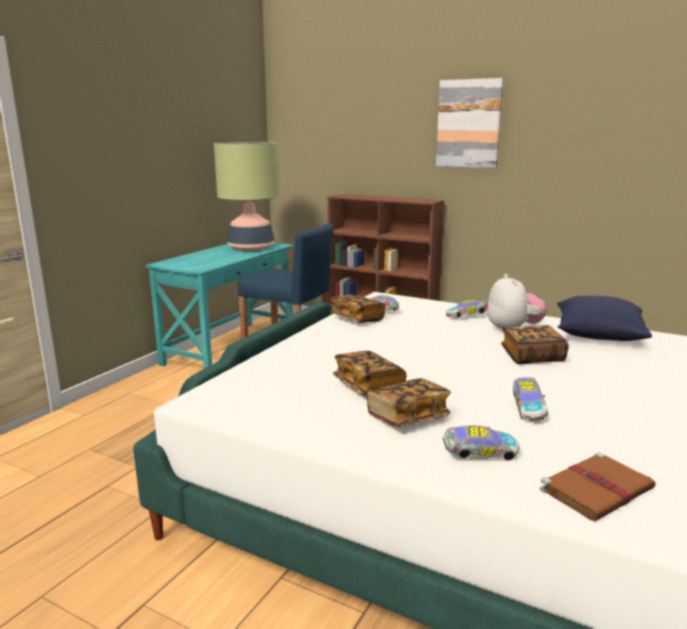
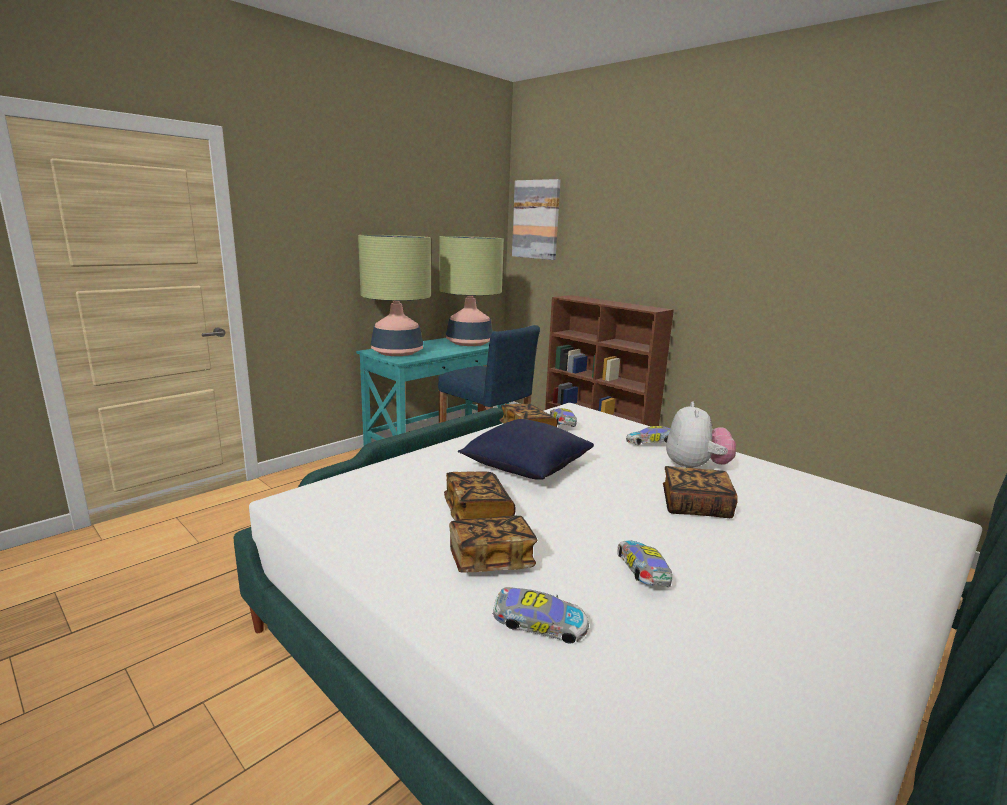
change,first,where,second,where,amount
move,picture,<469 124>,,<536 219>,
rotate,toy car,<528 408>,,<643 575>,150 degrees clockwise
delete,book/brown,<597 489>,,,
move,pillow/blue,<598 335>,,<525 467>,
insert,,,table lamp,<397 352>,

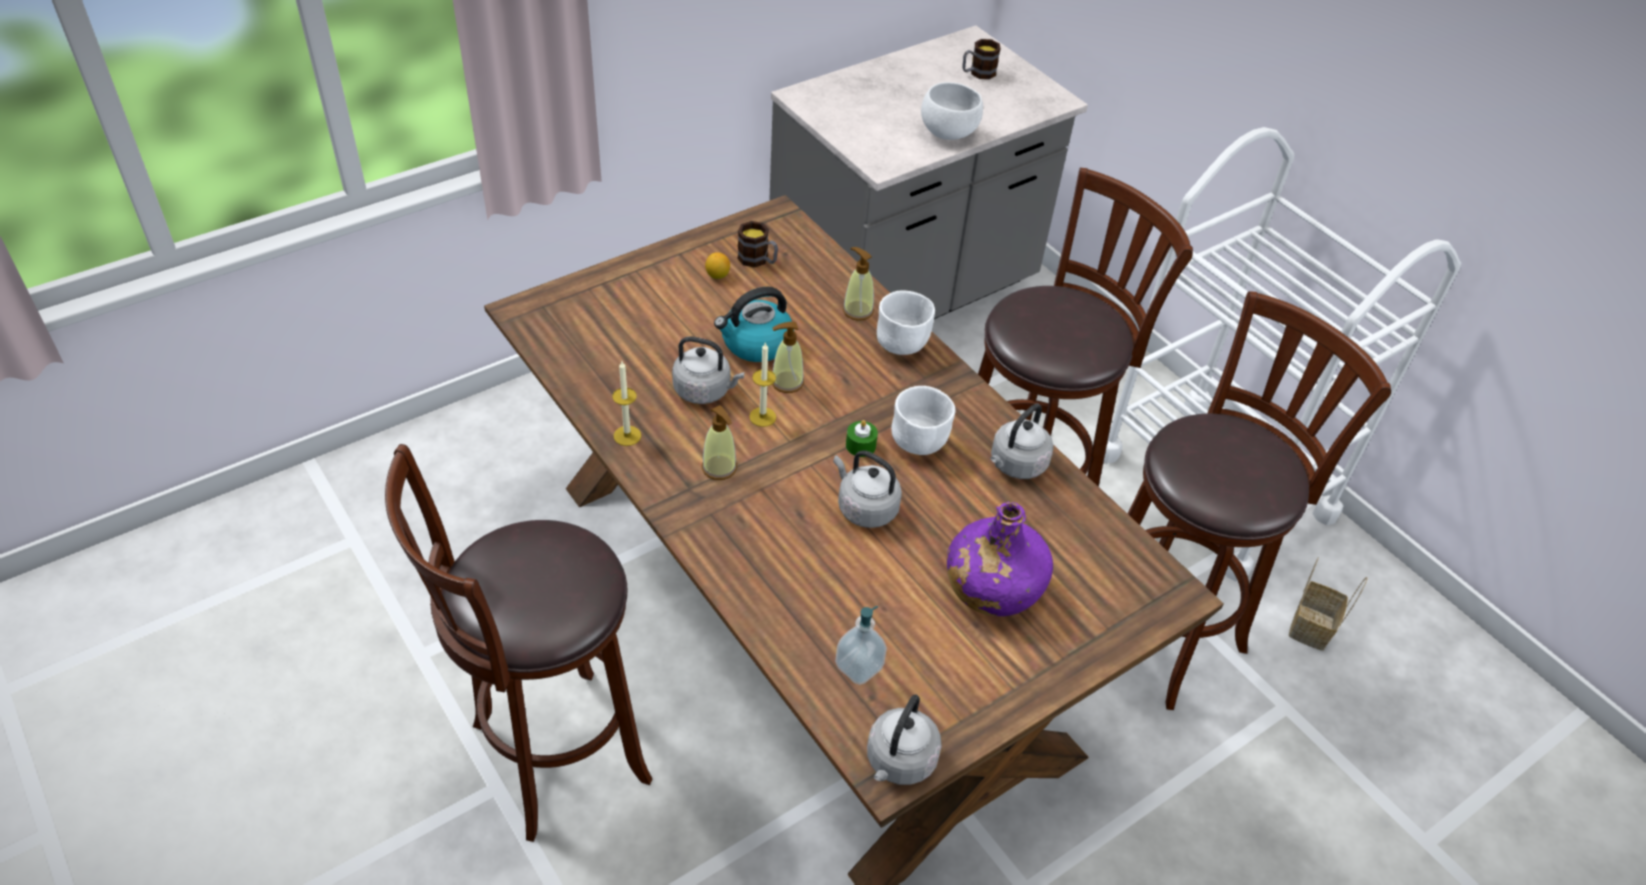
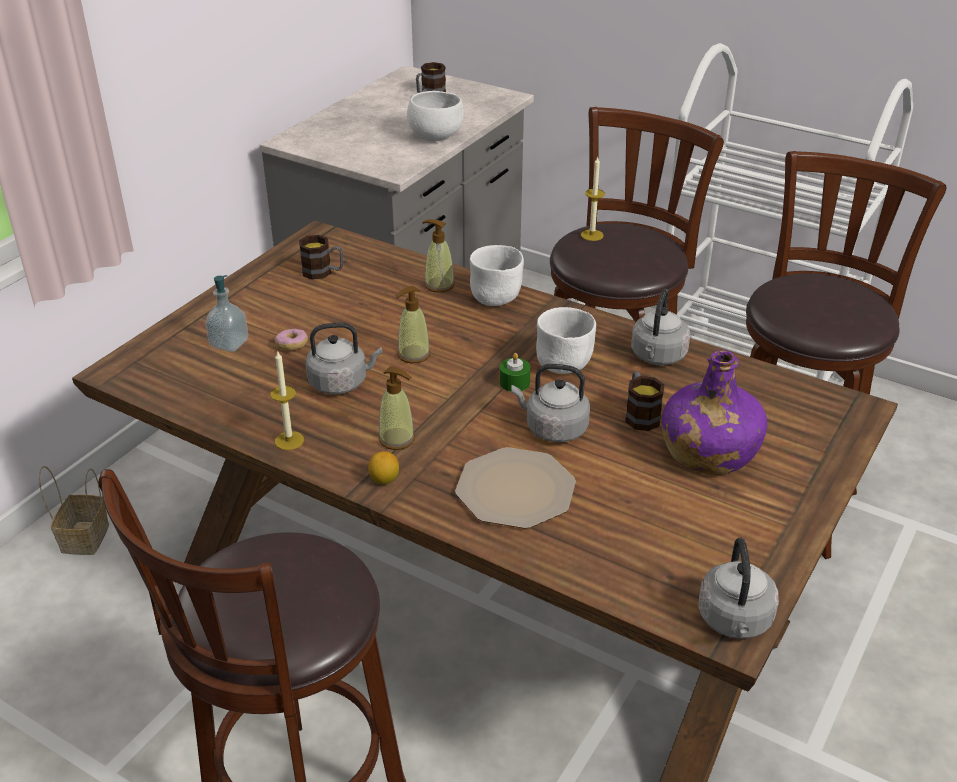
change,first,where,second,where,amount
move,lemon,<717 275>,,<384 480>,
delete,kettle,<756 343>,,,
move,candle,<762 417>,,<592 235>,
move,soap dispenser,<859 667>,,<229 343>,
move,basket,<1310 625>,,<84 536>,
insert,,,donut,<292 345>,
insert,,,plate,<514 489>,
insert,,,mug,<640 414>,

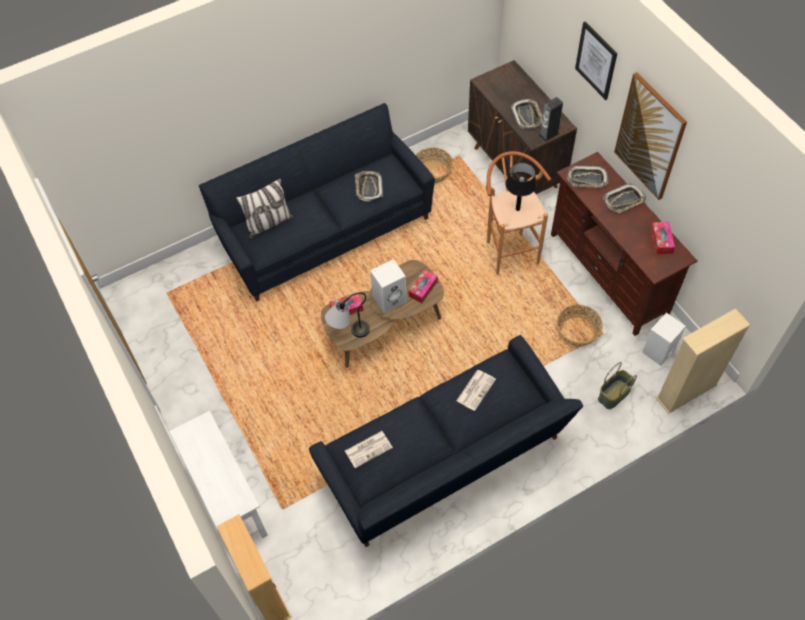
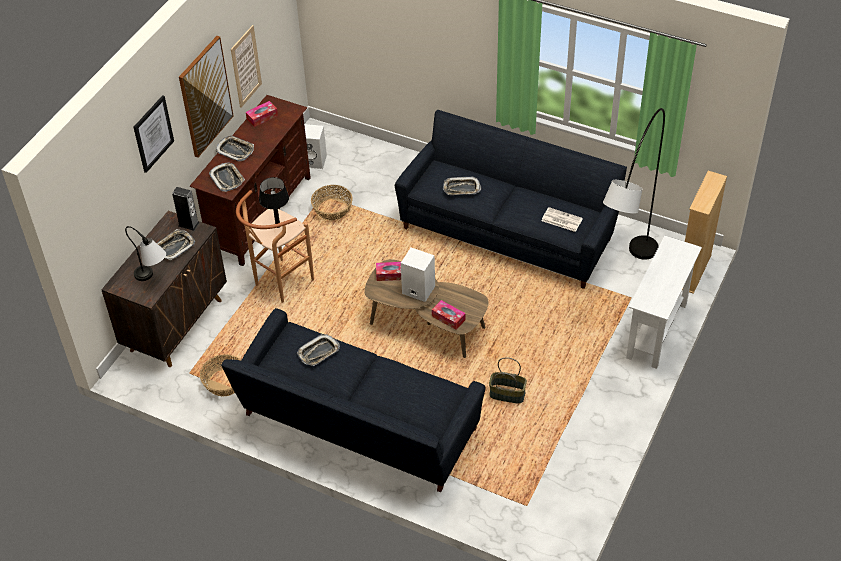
change,first,where,second,where,amount
delete,pillow,<269 223>,,,
move,table lamp,<348 333>,,<153 279>,
replace,newspaper,<476 389>,tray,<461 189>,
move,basket,<614 395>,,<507 394>,
delete,bookcase/beige,<686 392>,,,
insert,,,picture,<246 66>,
insert,,,floor lamp/grey,<624 286>,

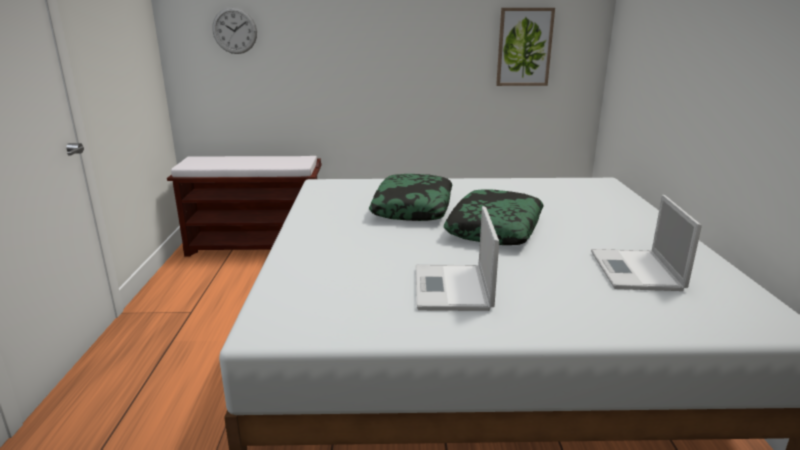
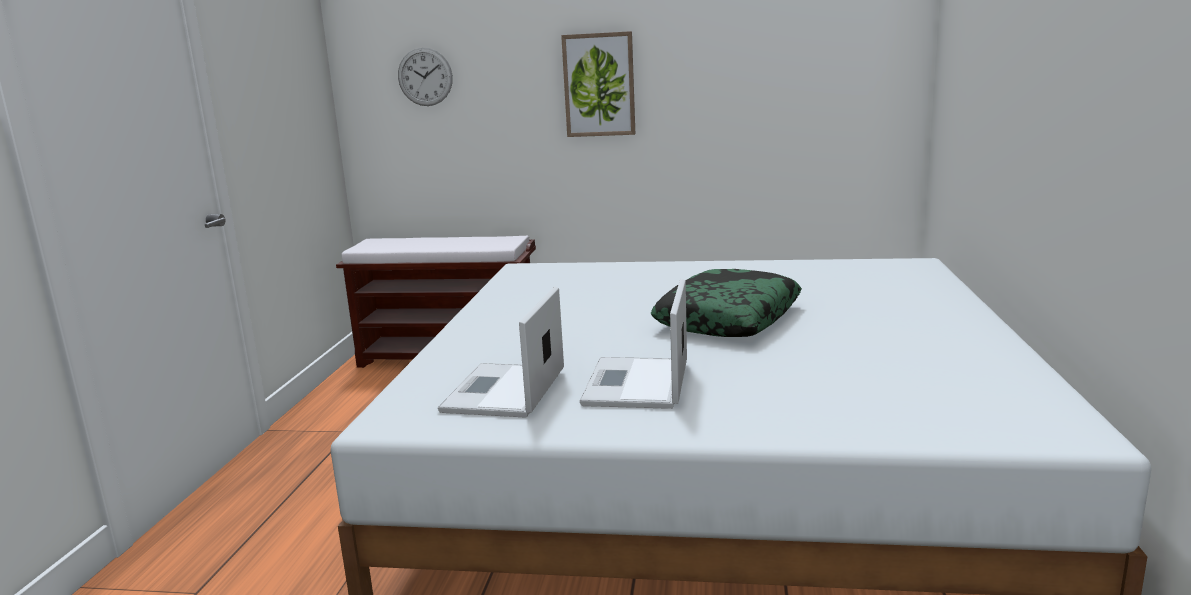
change,first,where,second,where,amount
delete,pillow,<413 208>,,,
move,picture,<524 47>,,<599 85>,
move,laptop,<636 271>,,<504 392>,

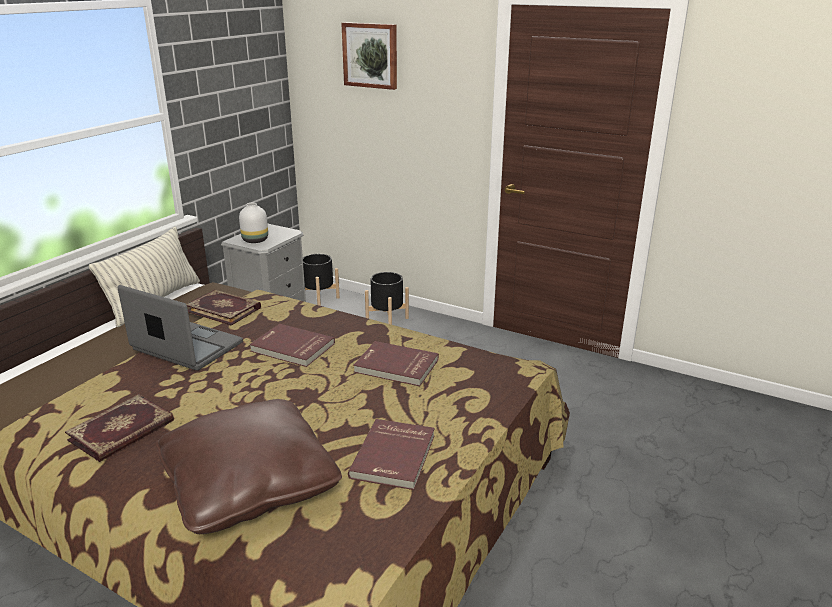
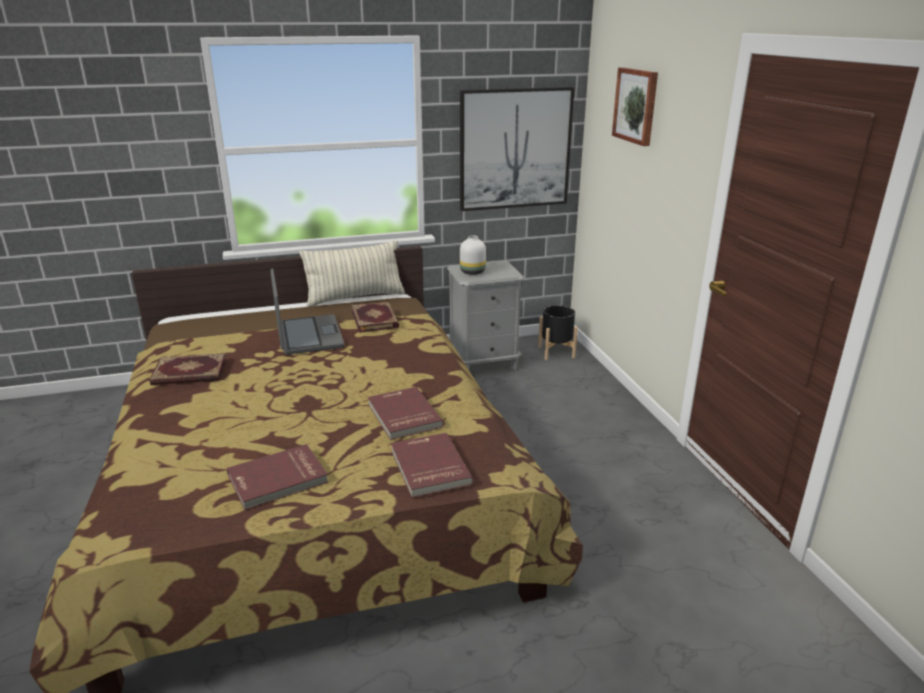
change,first,where,second,where,amount
delete,pillow/brown,<249 484>,,,
move,book/red,<292 348>,,<428 467>,
delete,planter/black,<387 319>,,,
insert,,,picture,<515 149>,

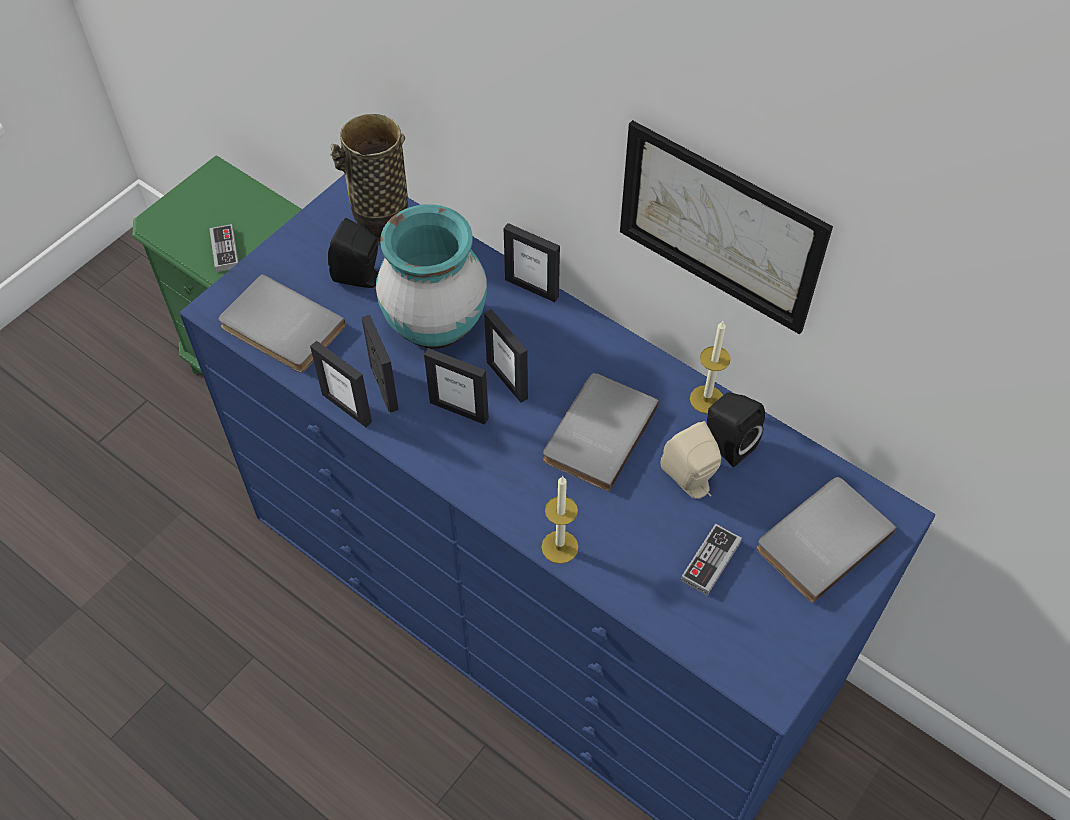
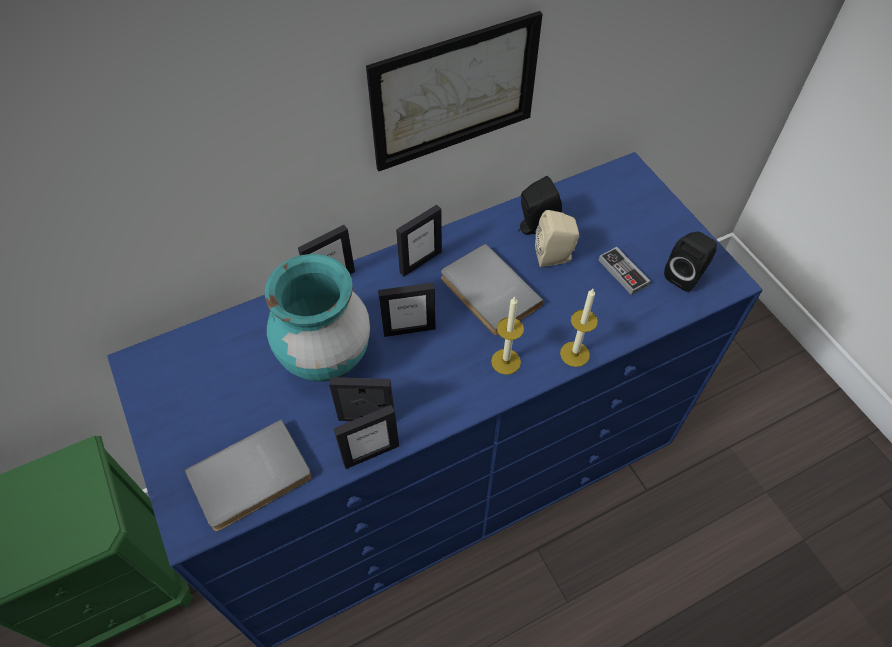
change,first,where,second,where,amount
delete,game controller,<225 250>,,,
move,speaker/black,<360 277>,,<685 275>,
delete,vase,<381 227>,,,
move,picture frame,<459 410>,,<420 262>,
move,candle,<706 399>,,<506 361>,
delete,book/grey,<820 538>,,,

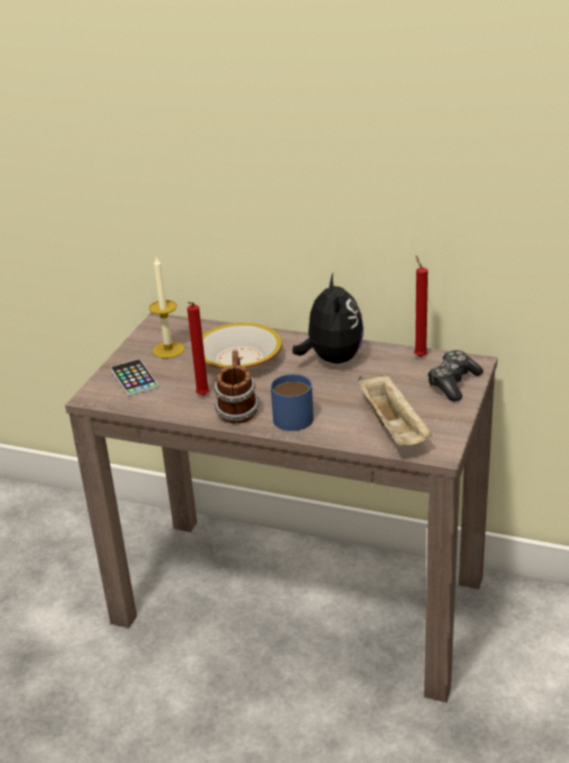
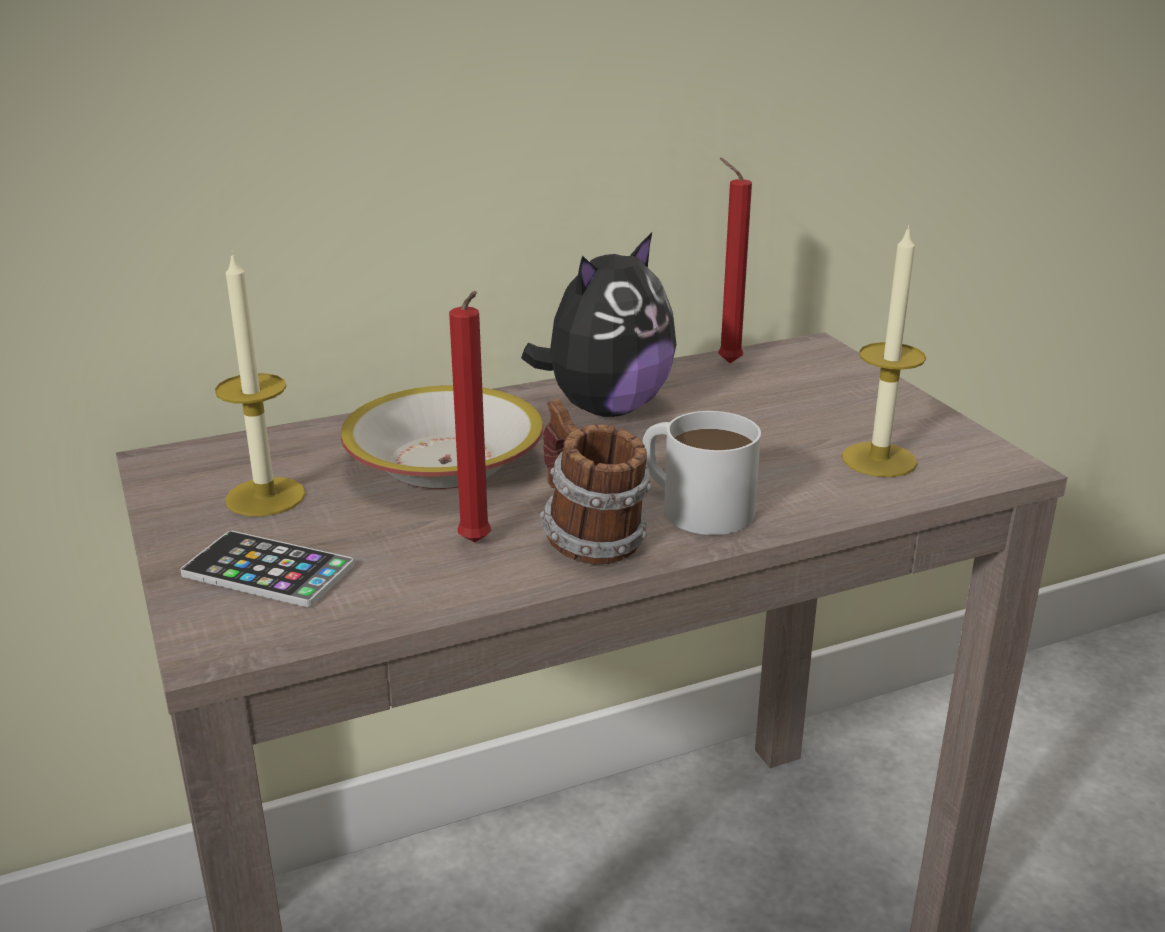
change,first,where,second,where,amount
recolor,mug/blue,<292 414>,mug/white,<693 505>,
rotate,plush toy,<332 359>,,<605 408>,90 degrees clockwise
replace,tray/beige,<394 427>,candle,<879 460>,
delete,game controller,<453 383>,,,

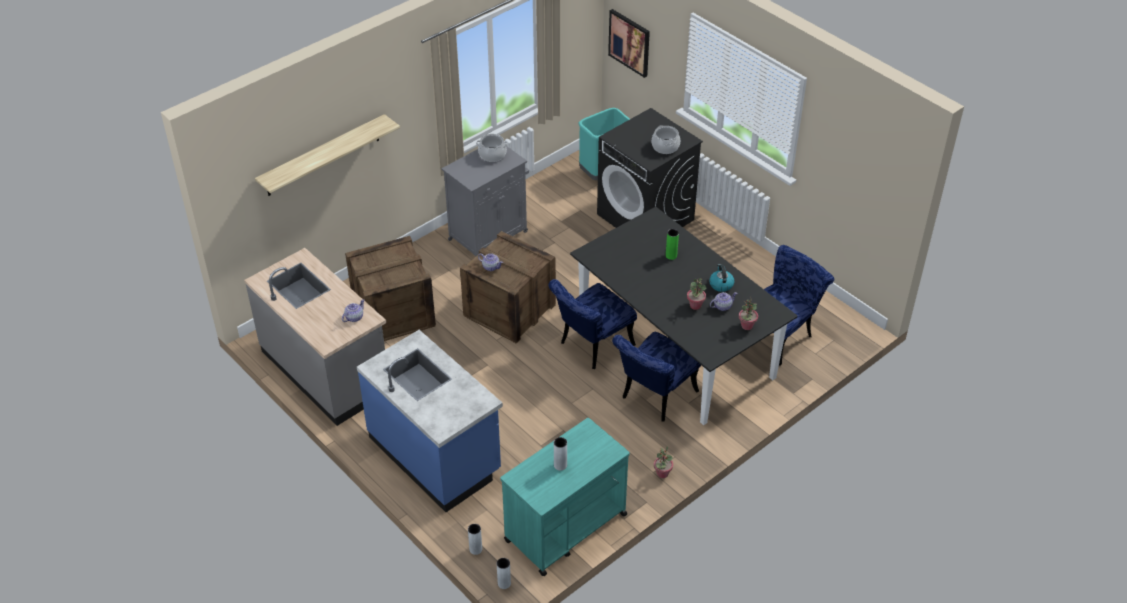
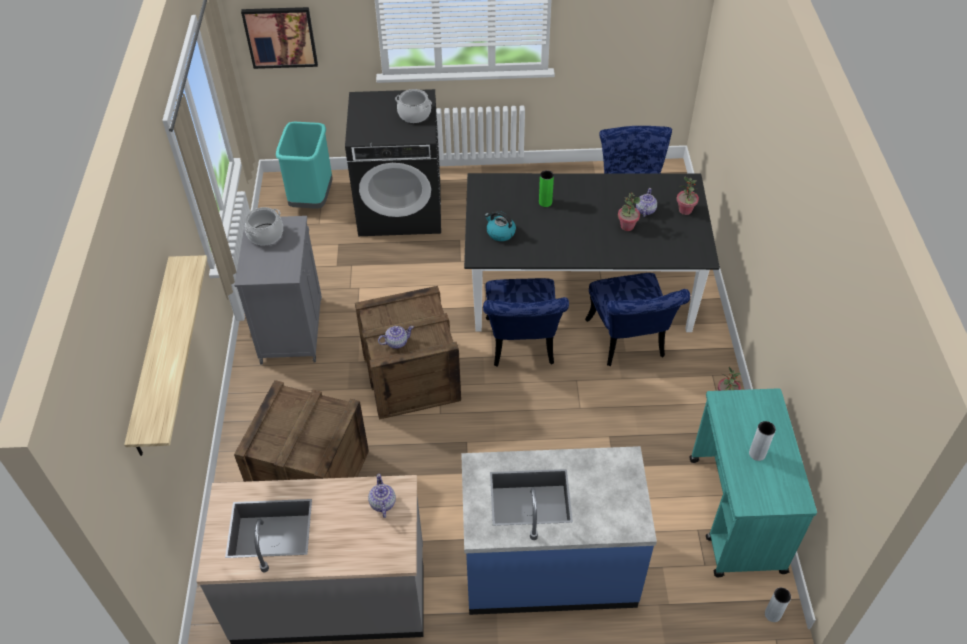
change,first,where,second,where,amount
delete,vase/grey,<475 549>,,,
move,kettle,<721 284>,,<500 233>,

